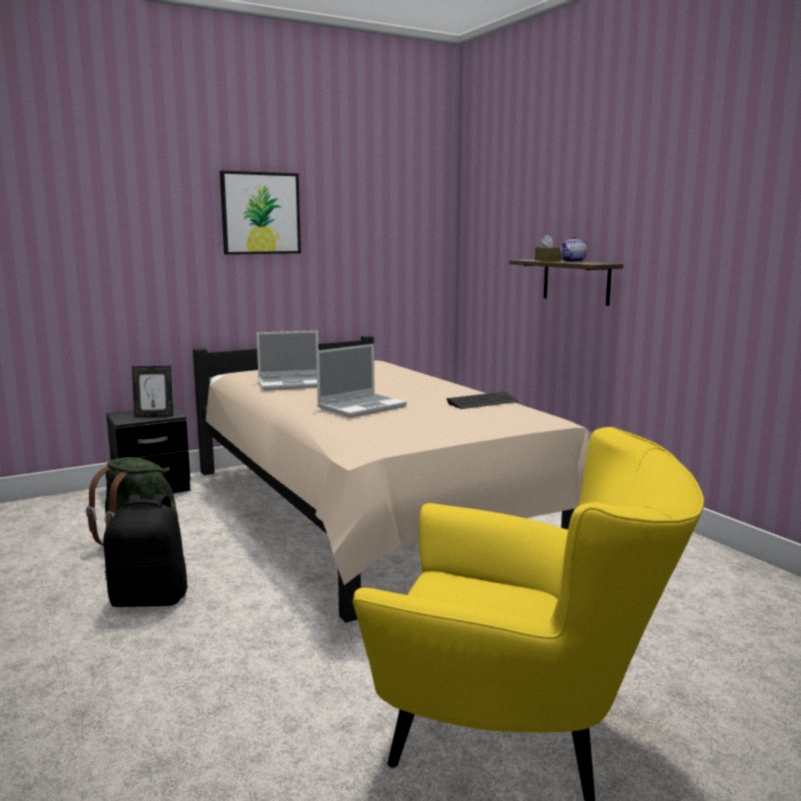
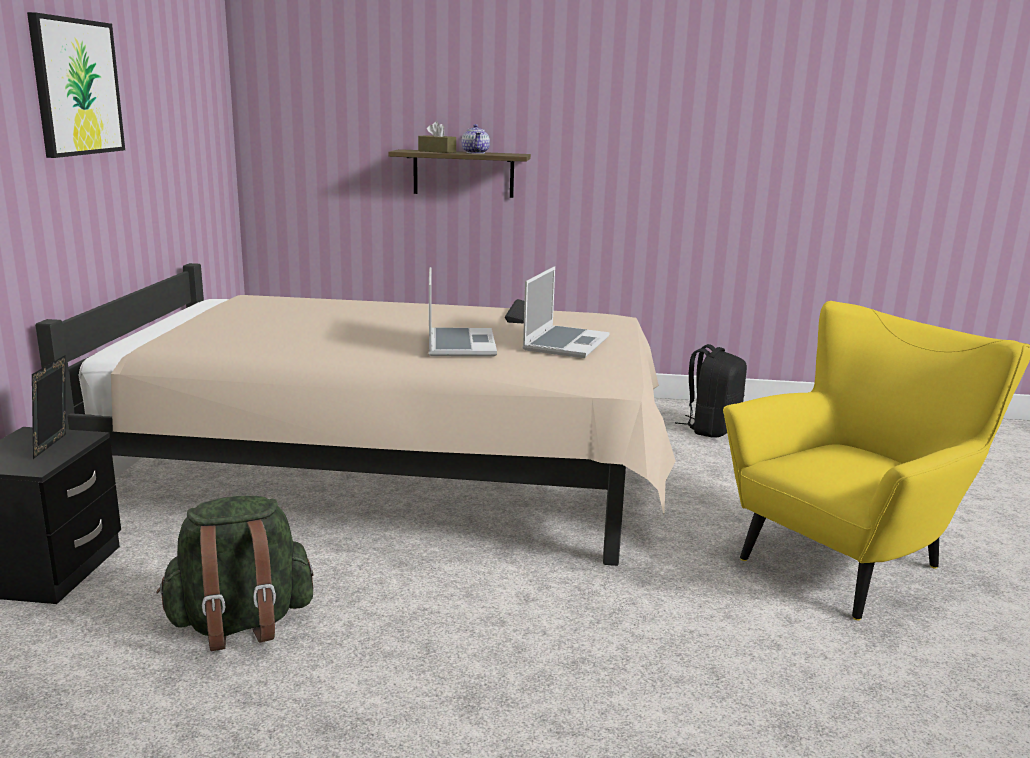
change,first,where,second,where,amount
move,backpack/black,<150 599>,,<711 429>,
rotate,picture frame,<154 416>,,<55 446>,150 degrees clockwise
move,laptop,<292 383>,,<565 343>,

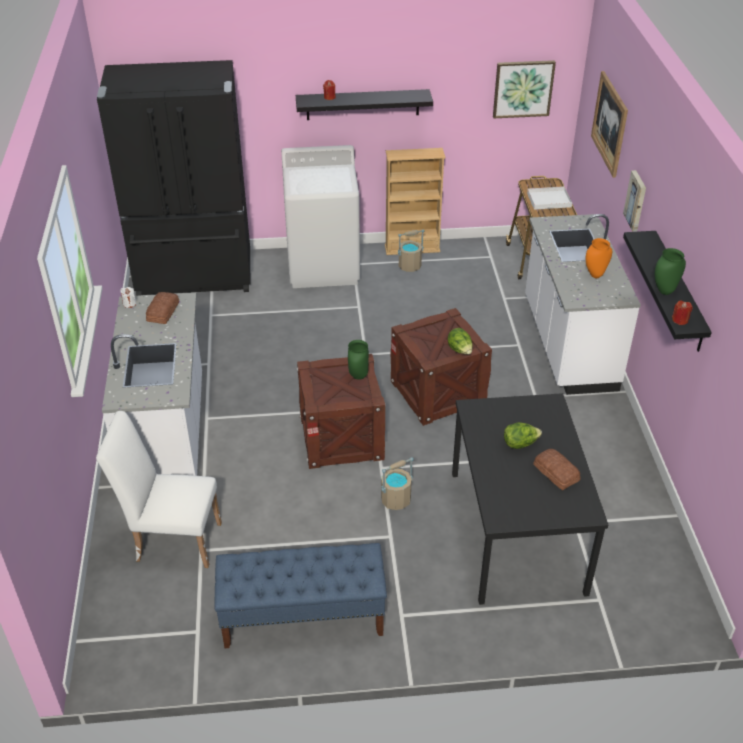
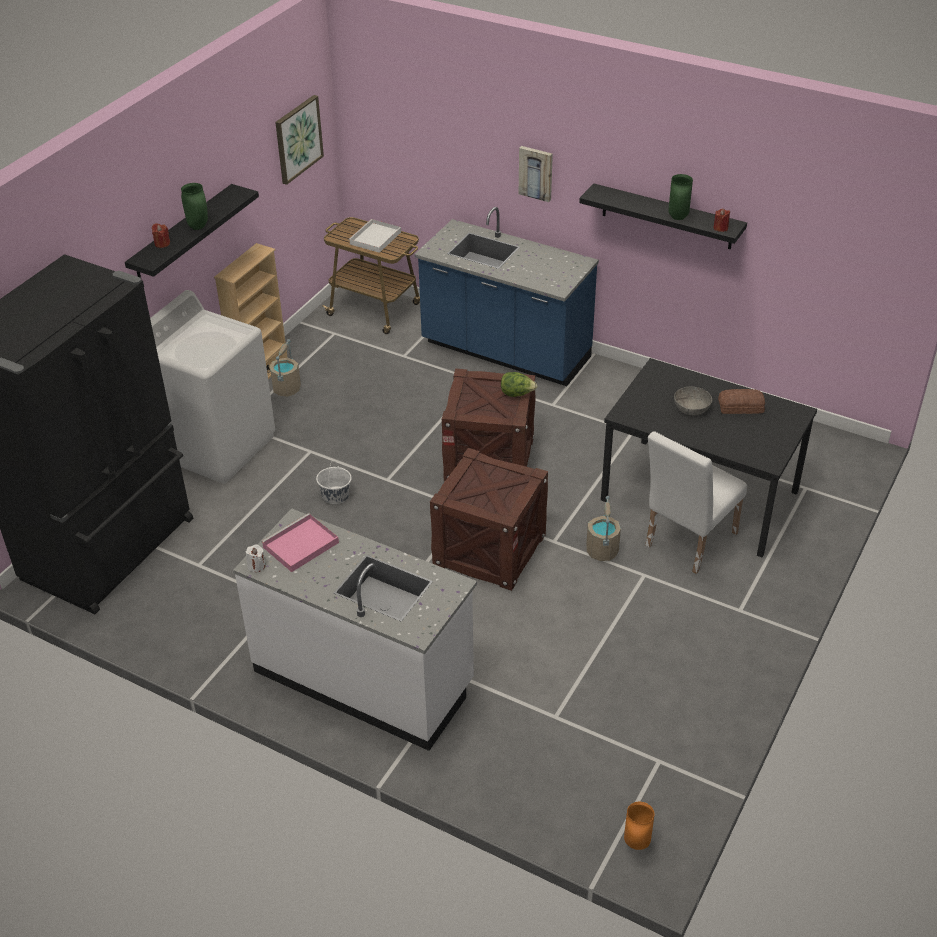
change,first,where,second,where,amount
move,chair/white,<172 539>,,<686 543>,
replace,bread,<162 312>,tray/pink,<299 546>,
delete,bench/blue,<302 617>,,,
move,vase/green,<357 376>,,<197 227>,
replace,lettuce,<520 444>,bowl/grey,<691 409>,
recolor,counter/white,<567 344>,counter/blue,<505 353>,
move,vase/orange,<595 275>,,<637 844>,
delete,picture,<609 123>,,,
insert,,,bucket/white,<335 496>,

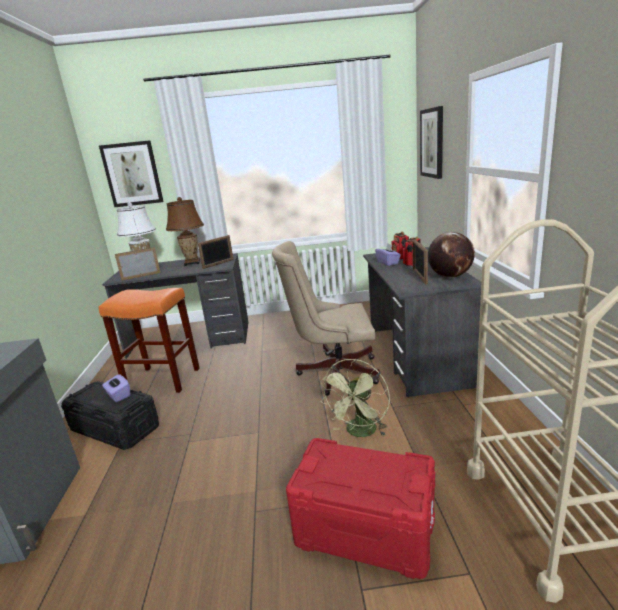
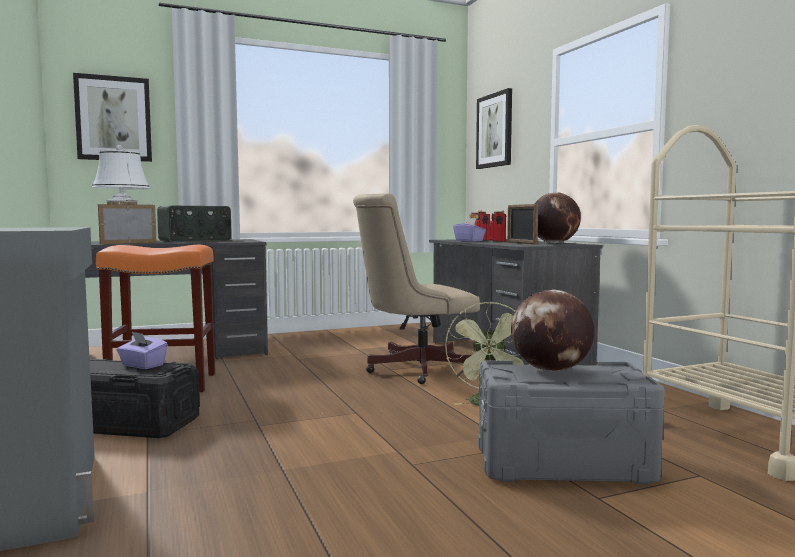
change,first,where,second,where,amount
replace,table lamp/brown,<192 263>,radio,<195 240>,
delete,picture frame,<218 264>,,,
recolor,storage box/red,<365 531>,storage box/grey,<563 463>,
insert,,,globe,<551 370>,

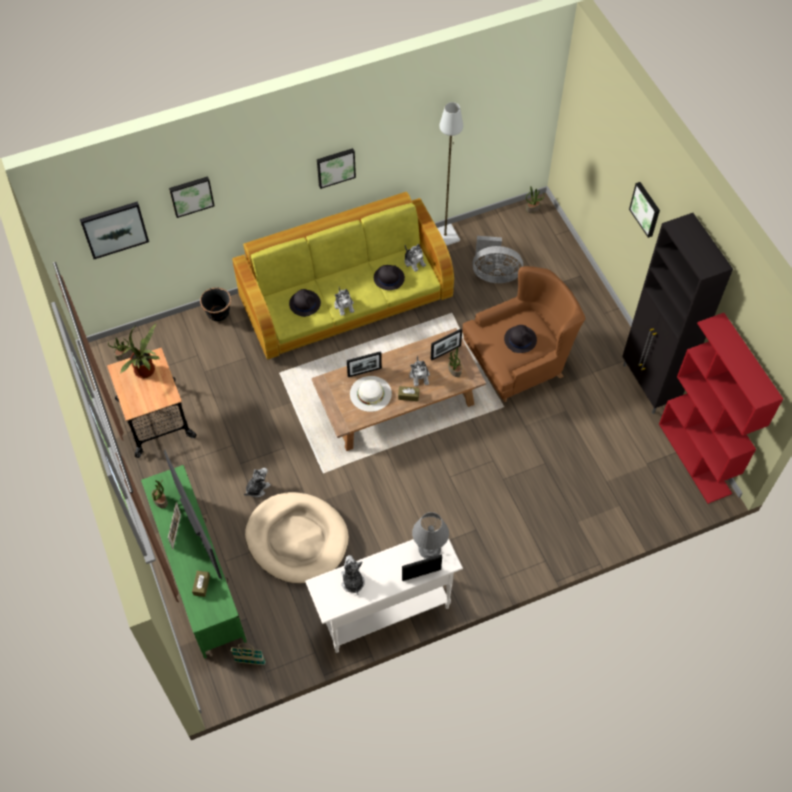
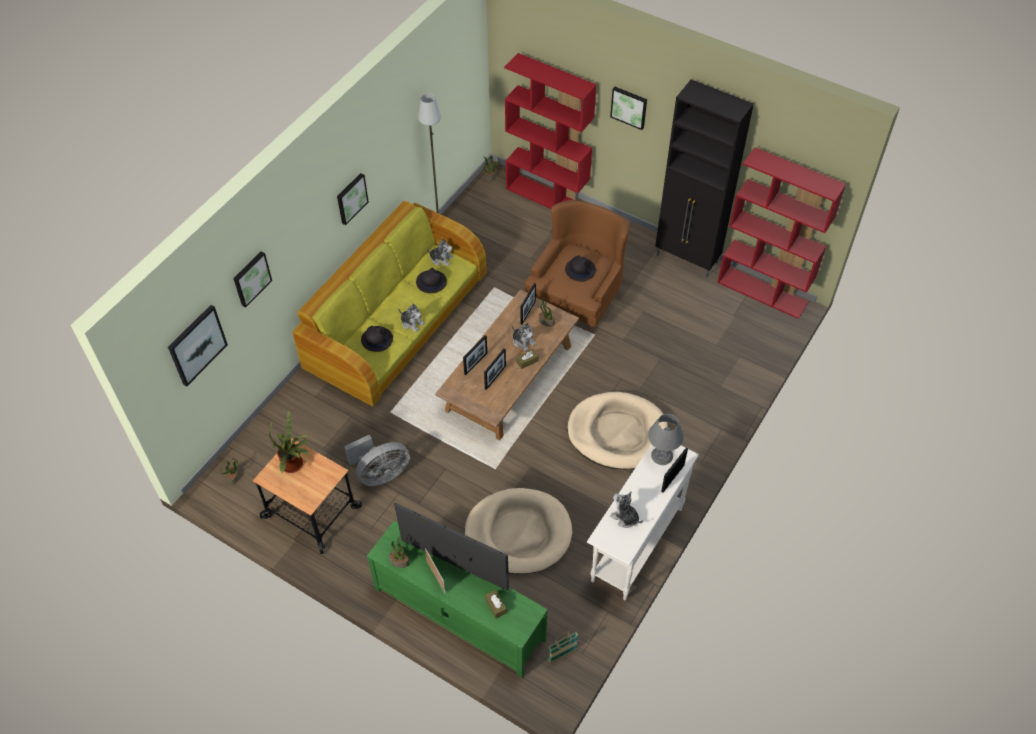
change,first,where,second,where,amount
delete,planter/black,<218 314>,,,
delete,plush toy,<257 488>,,,
replace,hat/white,<370 393>,picture frame,<495 377>,
move,fan/grey,<494 274>,,<380 474>,
insert,,,bookcase/red,<547 197>,
insert,,,dog bed/beige,<617 433>,

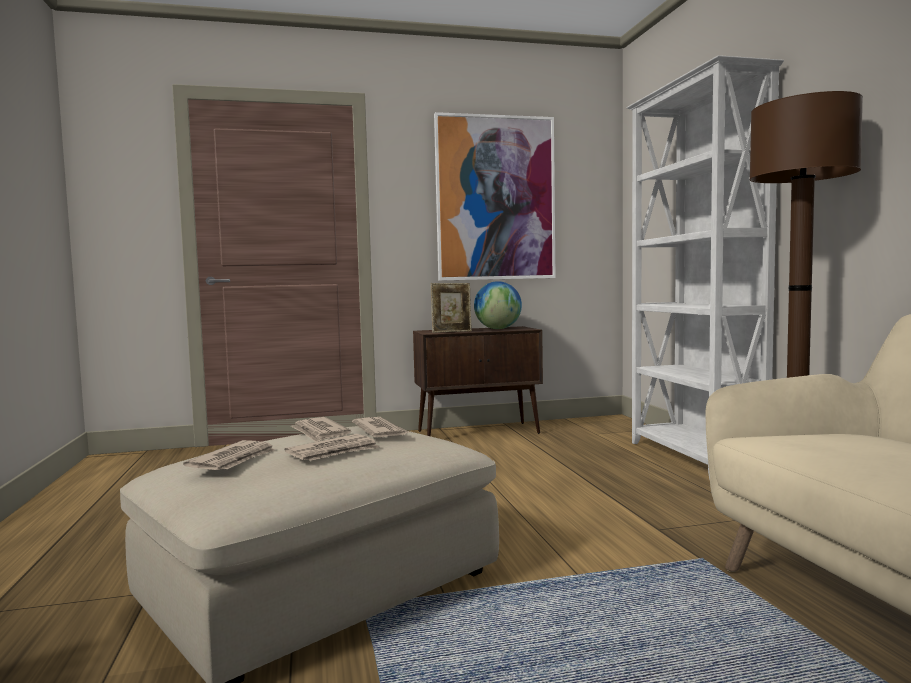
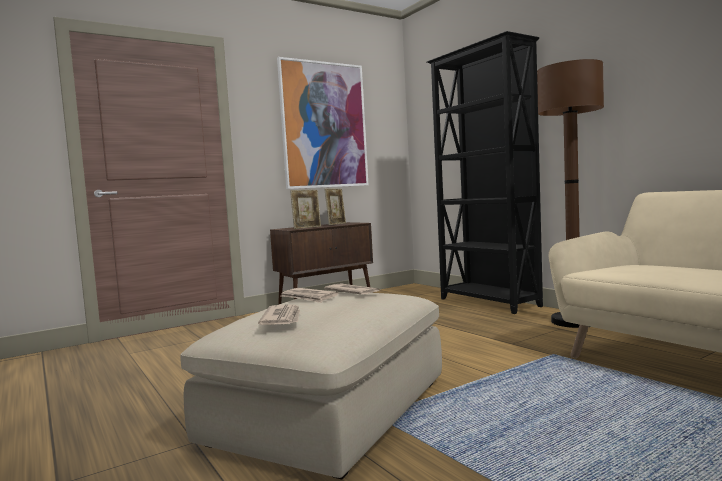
change,first,where,second,where,amount
delete,newspaper,<334 452>,,,
replace,globe,<498 329>,picture frame,<336 224>,
recolor,bookcase/white,<693 458>,bookcase/black,<489 303>,

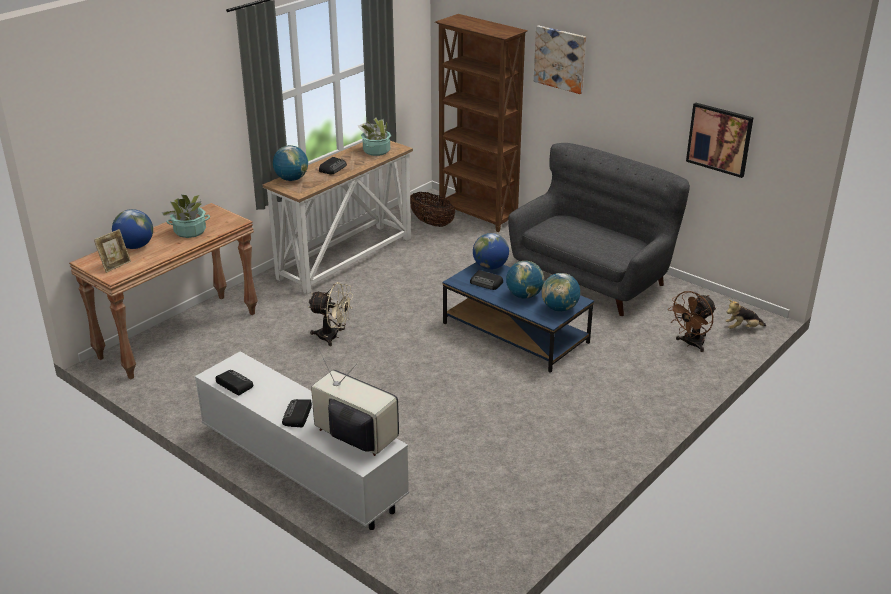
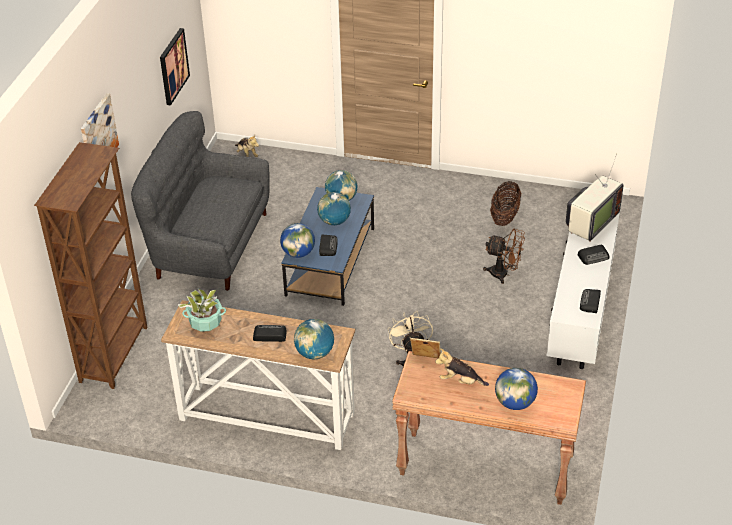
change,first,where,second,where,amount
move,picture frame,<115 265>,,<425 360>,
replace,potted plant,<190 231>,plush toy,<460 381>,
rotate,television,<354 437>,,<590 223>,150 degrees counterclockwise
move,basket,<431 223>,,<504 217>,
move,fan/brown,<690 344>,,<504 274>,

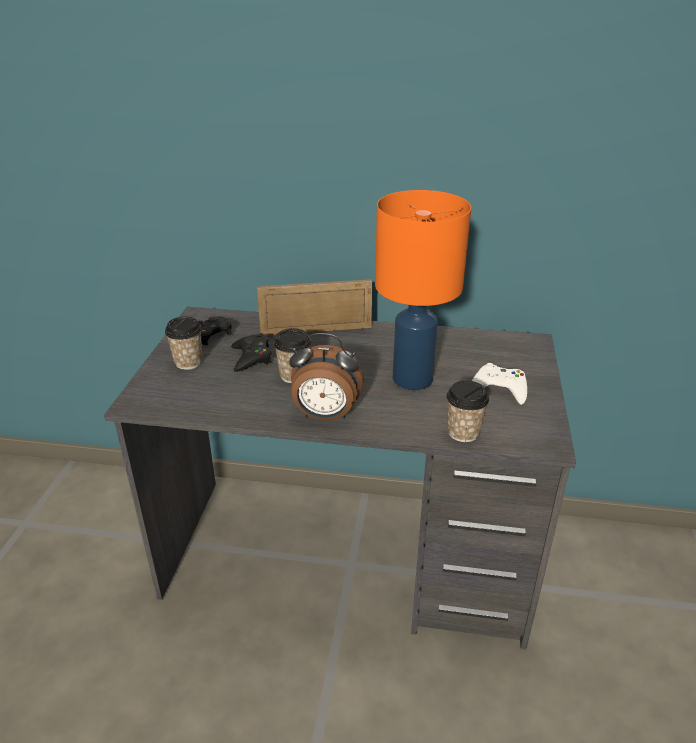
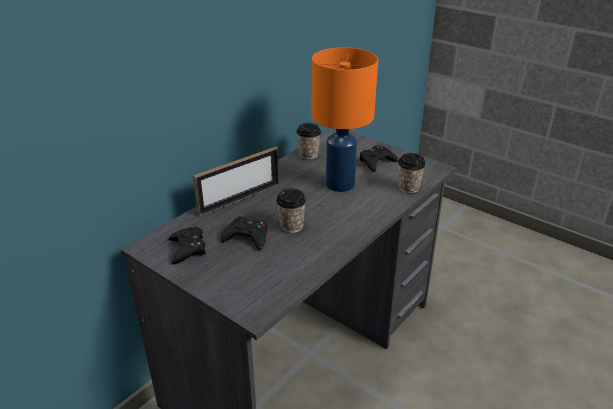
change,first,where,second,where,amount
move,cup,<188 362>,,<308 155>,
rotate,picture frame,<316 330>,,<240 199>,150 degrees counterclockwise
delete,alarm clock,<325 416>,,,
recolor,game controller/white,<499 389>,game controller/black,<376 162>,

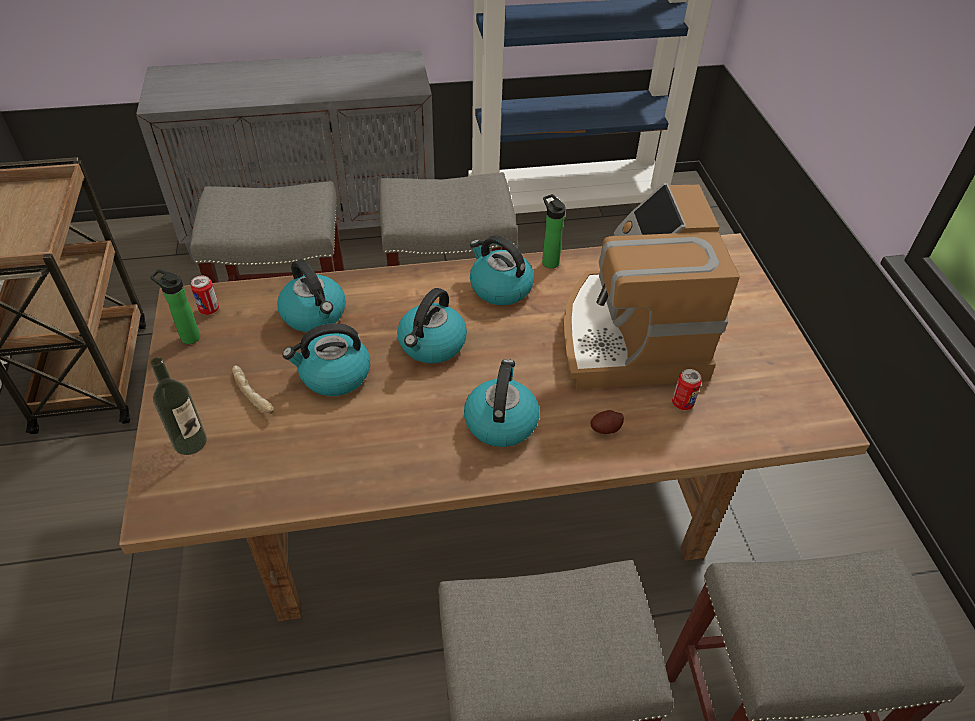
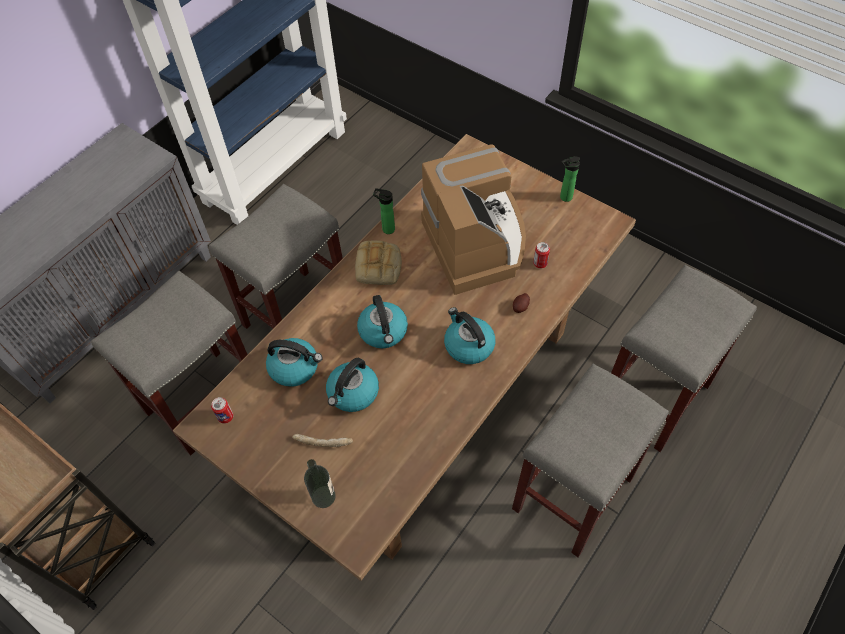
change,first,where,second,where,amount
move,bottle,<187 336>,,<564 198>,
replace,kettle,<500 287>,bread,<379 267>,
rotate,coffee machine,<630 335>,,<477 243>,150 degrees counterclockwise

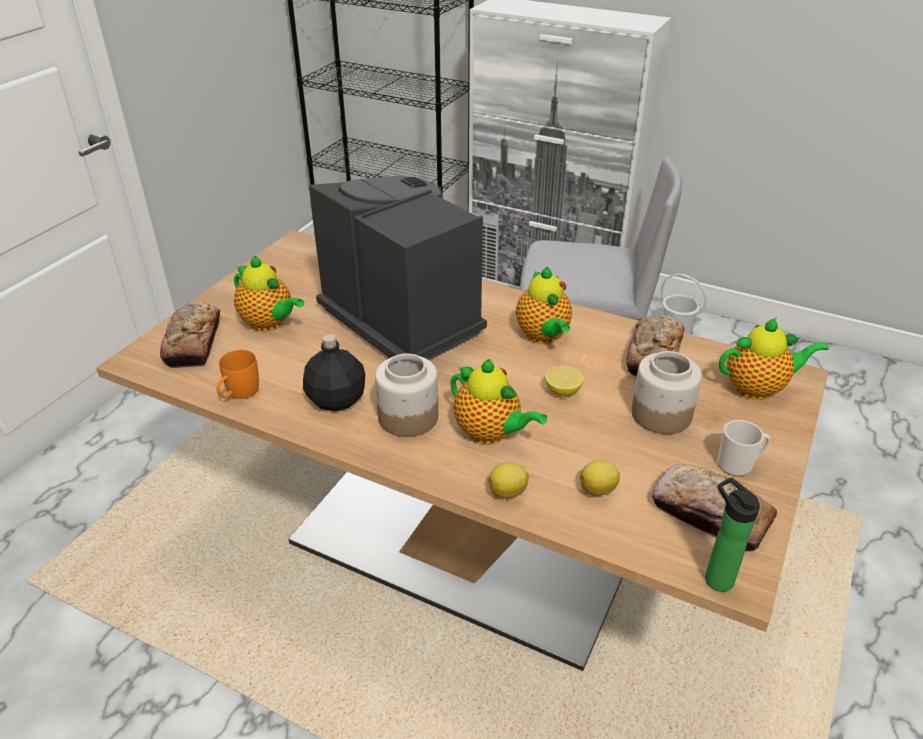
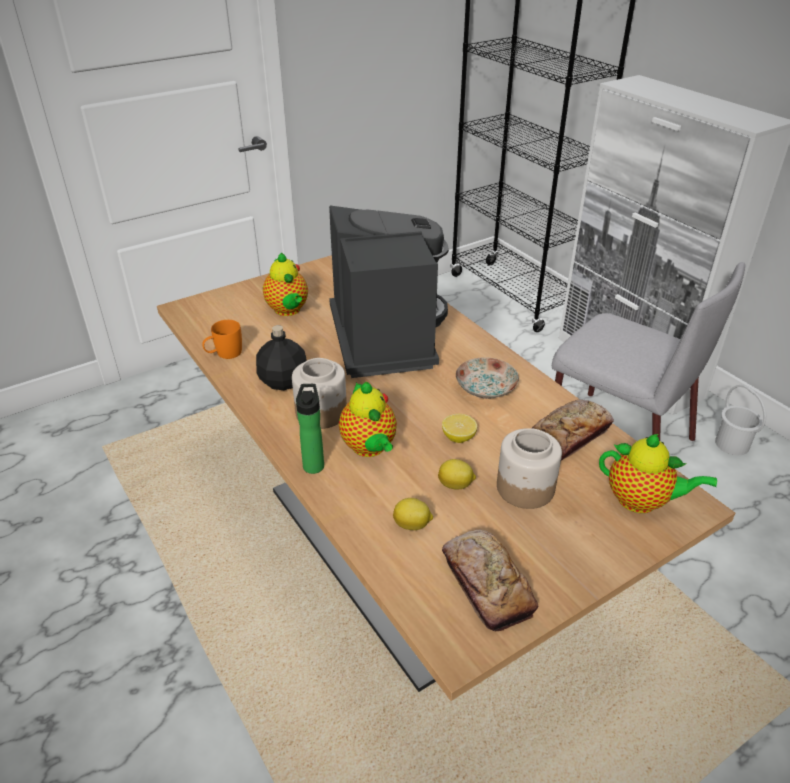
change,first,where,second,where,amount
delete,bread,<193 342>,,,
move,lemon,<509 492>,,<456 485>,
replace,teapot,<543 336>,plate,<485 388>,
move,bottle,<715 577>,,<313 464>,
delete,mug,<738 464>,,,

